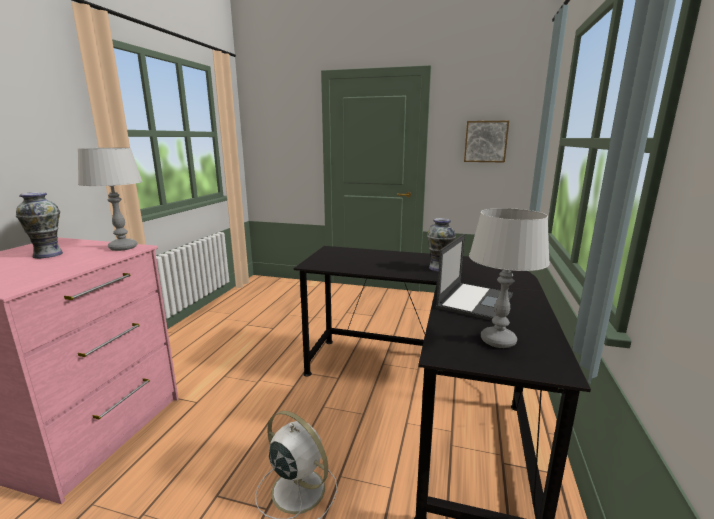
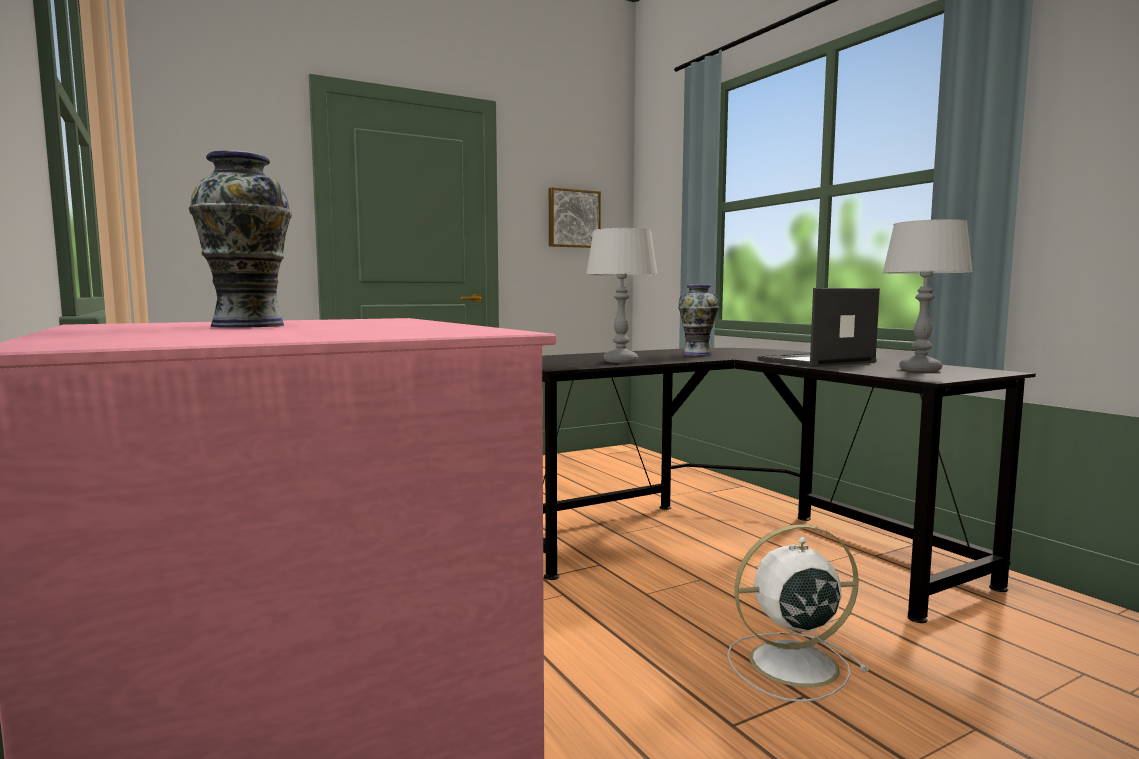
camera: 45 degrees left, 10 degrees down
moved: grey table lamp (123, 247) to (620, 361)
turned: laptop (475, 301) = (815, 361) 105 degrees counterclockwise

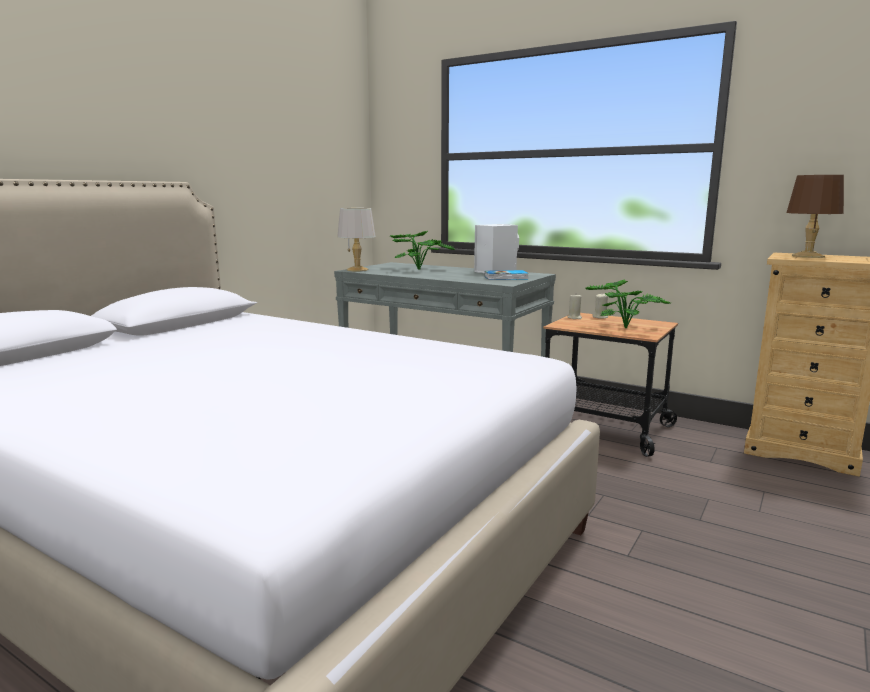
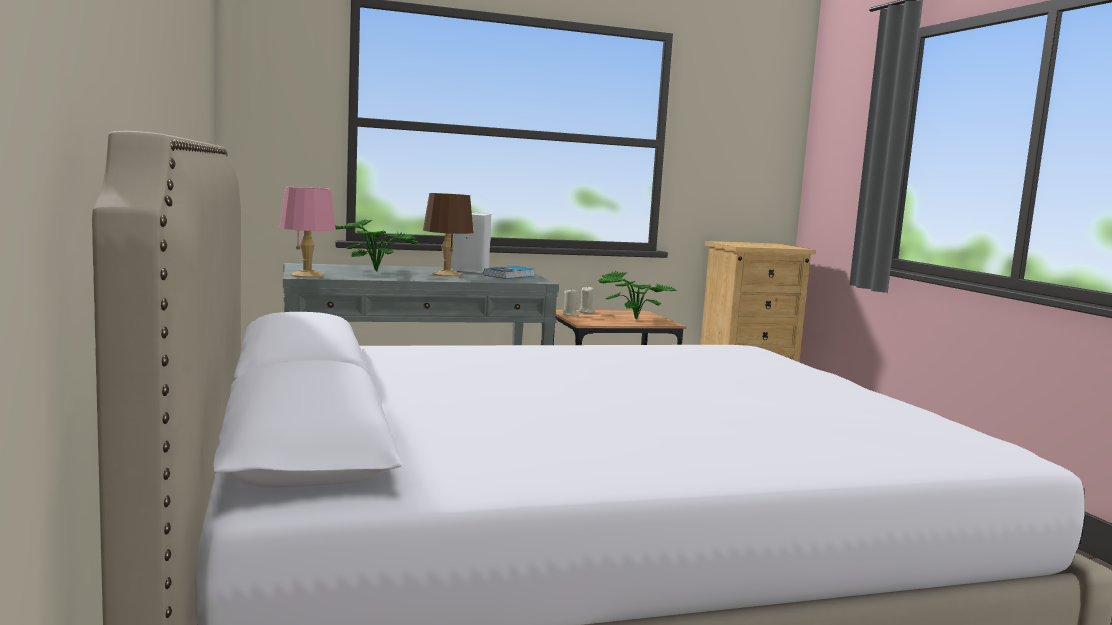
camera: 50 degrees left, 5 degrees down
moved: brown table lamp (808, 256) to (446, 274)
recoloured: grey table lamp (357, 270) to pink table lamp (308, 275)

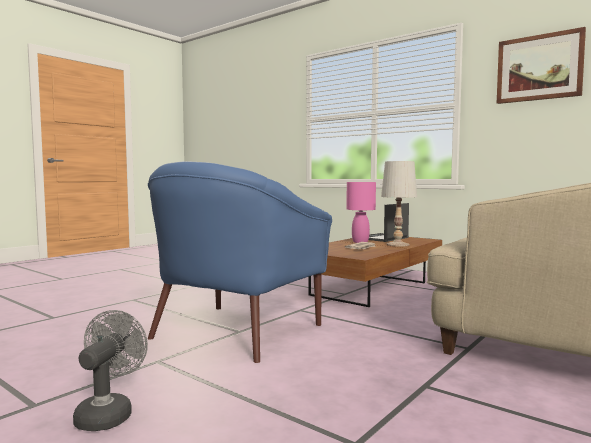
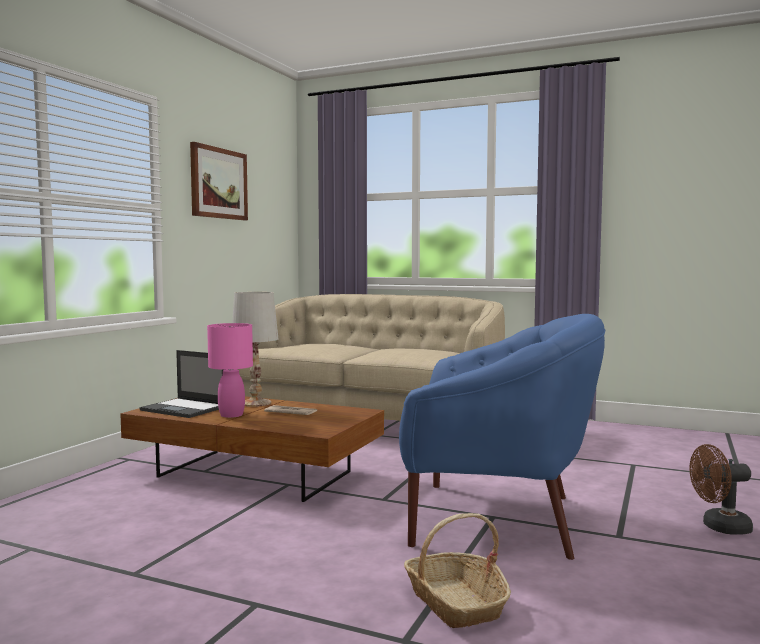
camera: 105 degrees left, 0 degrees up
added: basket (456, 603)
recoloured: grey fan (108, 413) to brown fan (719, 527)

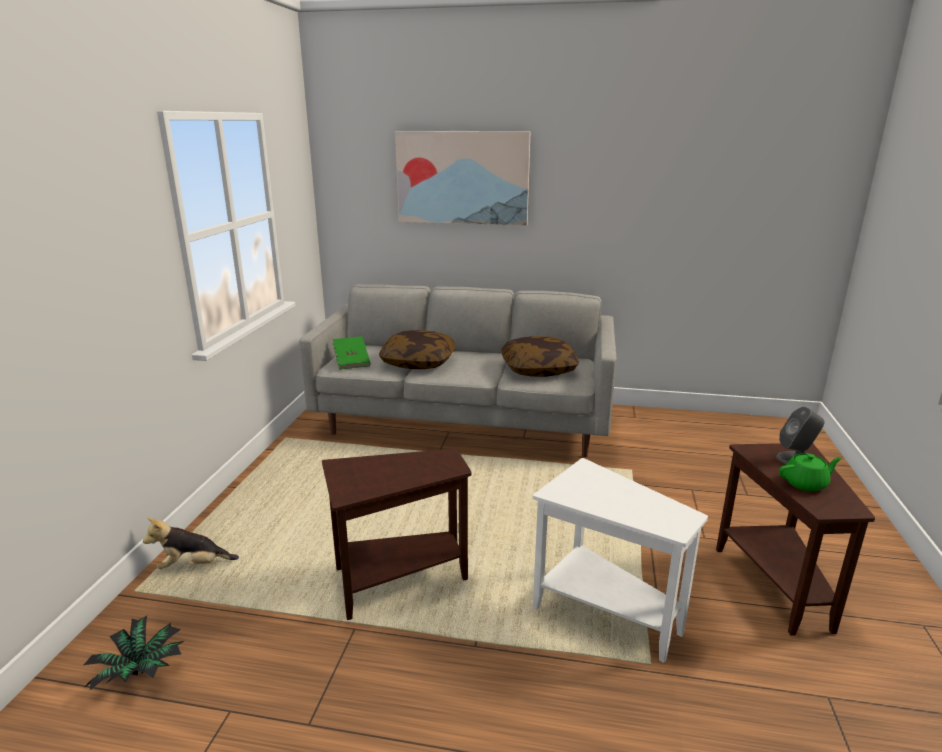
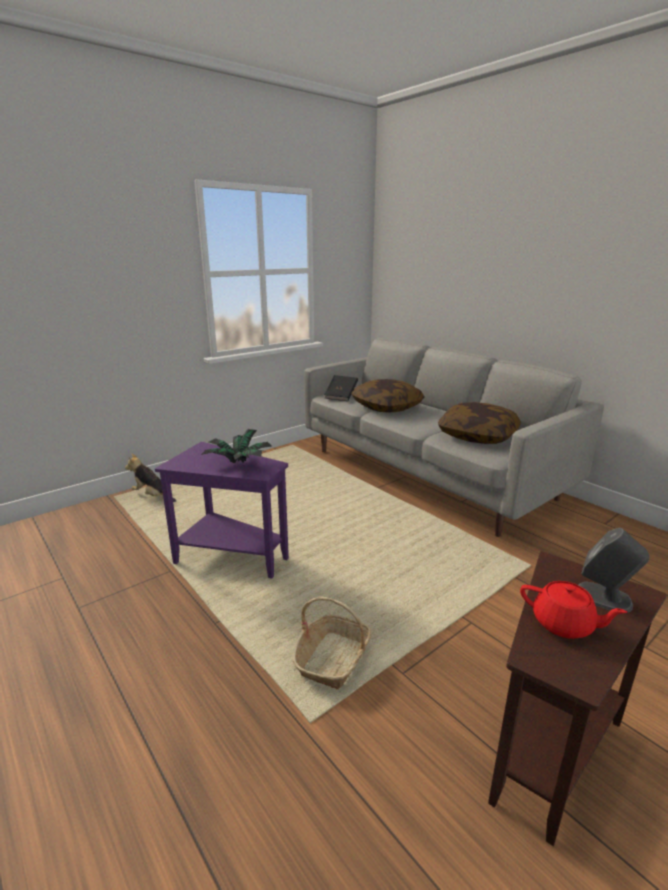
camera: 40 degrees right, 0 degrees up
removed: picture (462, 178)
moved: potted plant (140, 672) to (238, 464)
replaced: white side table (603, 612) to basket (333, 659)
recoloured: brown side table (395, 581) to purple side table (230, 556); green book (352, 362) to black book (341, 396); green teapot (805, 483) to red teapot (564, 624)

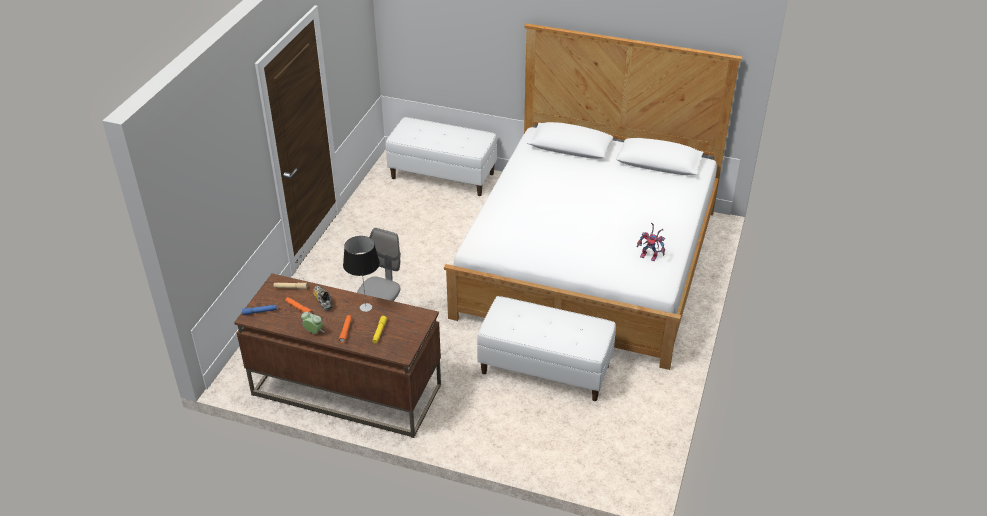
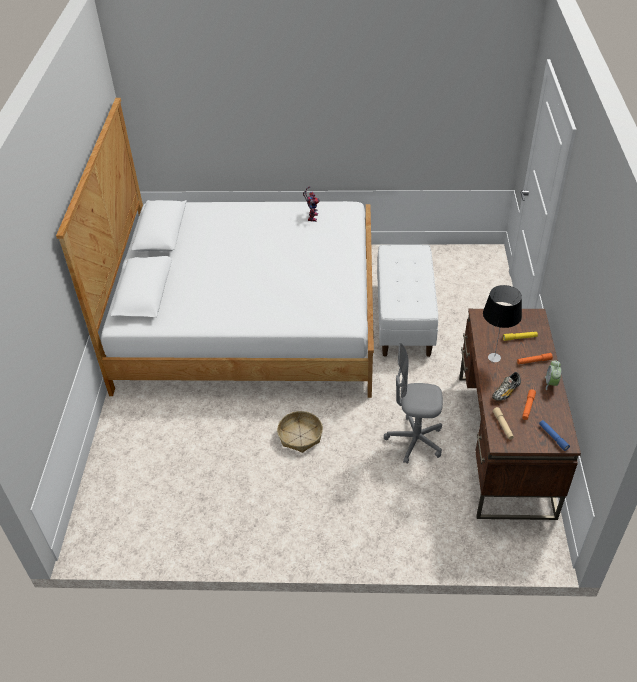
camera: 105 degrees left, 5 degrees up
removed: white bench (443, 175)
added: basket (300, 436)

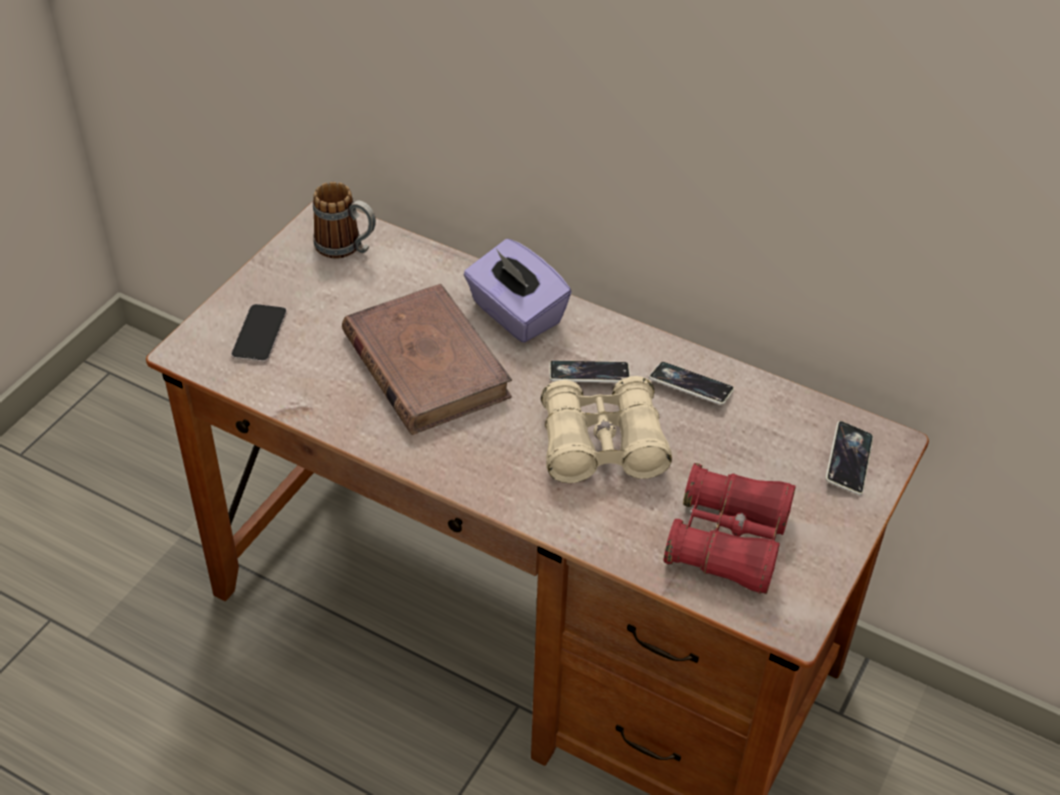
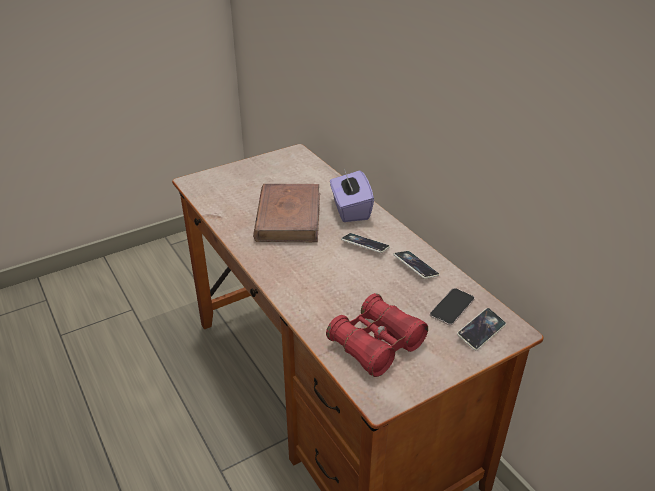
camera: 30 degrees right, 10 degrees down
removed: mug (346, 248); beige binoculars (602, 445)
moved: phone (259, 334) to (452, 307)

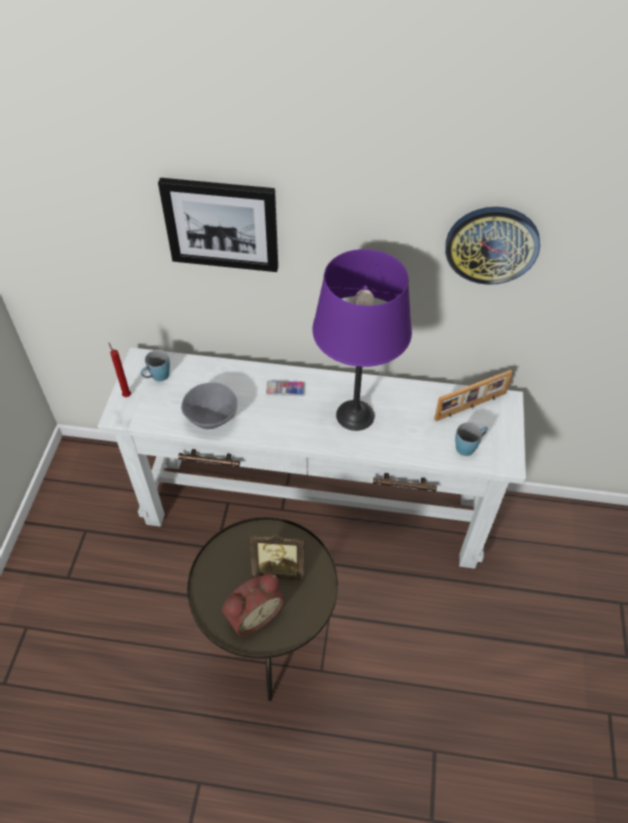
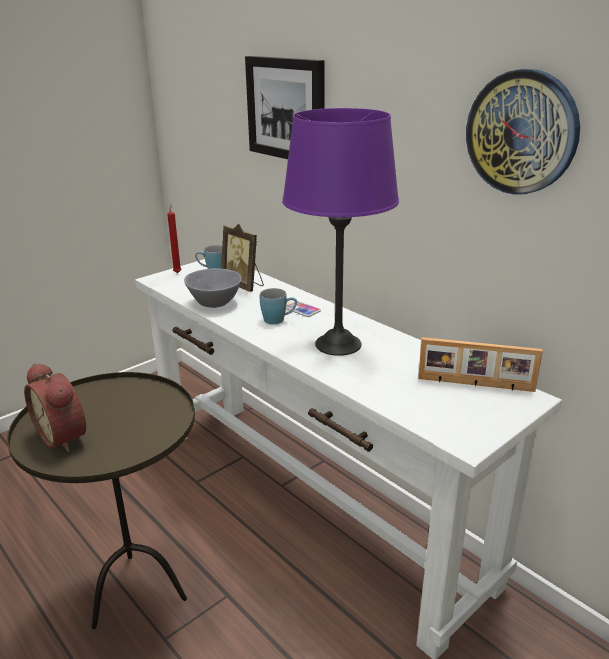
camera: 40 degrees right, 25 degrees down
moved: picture frame (279, 568) to (244, 285); blue mug (469, 446) to (279, 320)
turned: alarm clock (253, 614) = (65, 436) 45 degrees clockwise

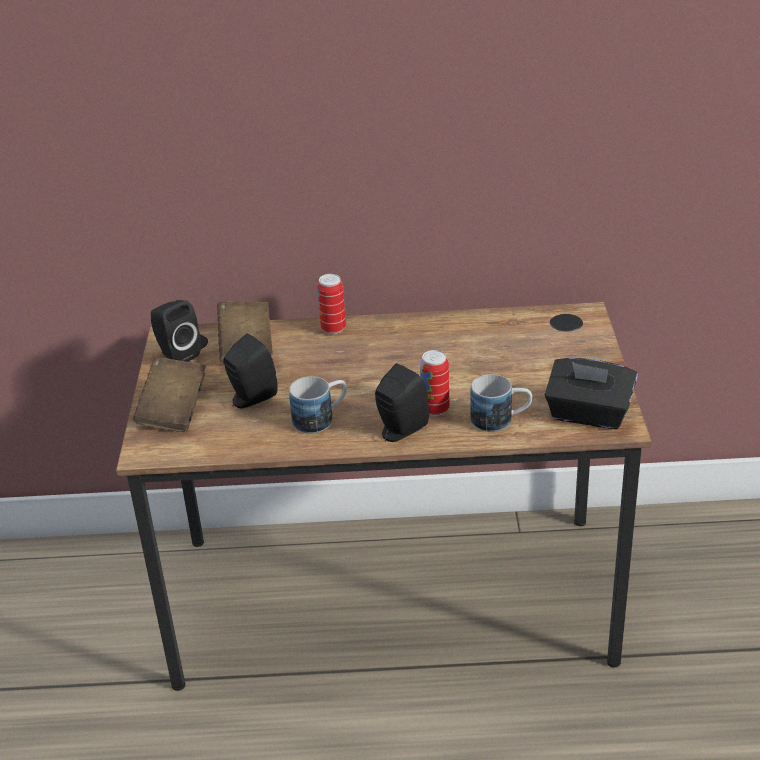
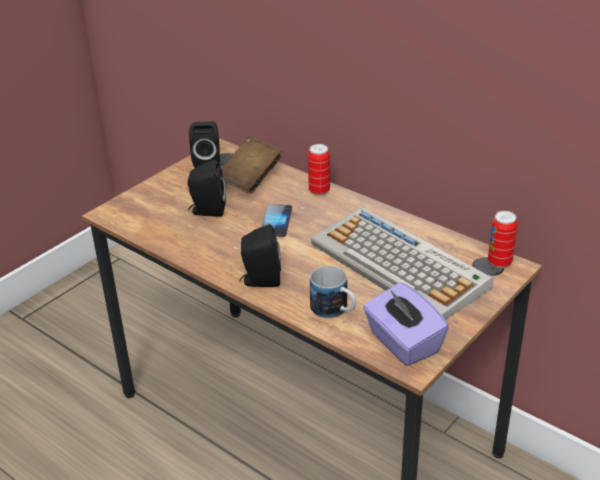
camera: 40 degrees right, 0 degrees up
removed: brown book (173, 411); mug (321, 419)
added: phone (276, 221); keyboard (401, 265)
moved: can (435, 409) to (499, 262)
recoloured: black tissue box (588, 414) to purple tissue box (402, 343)

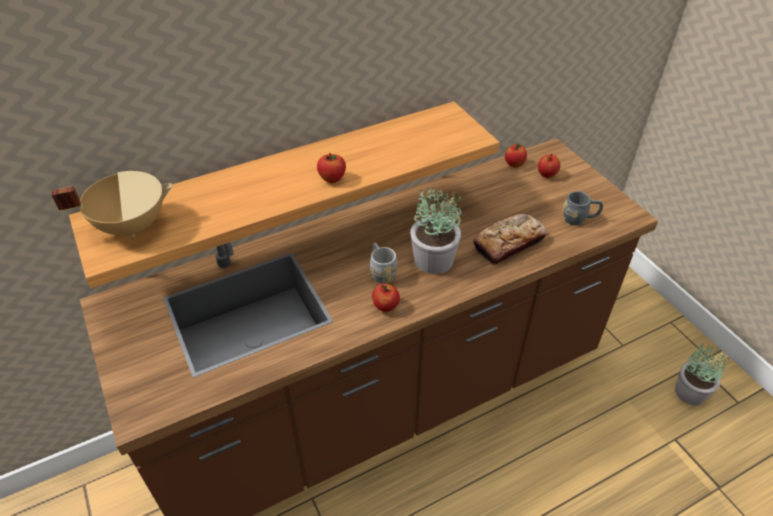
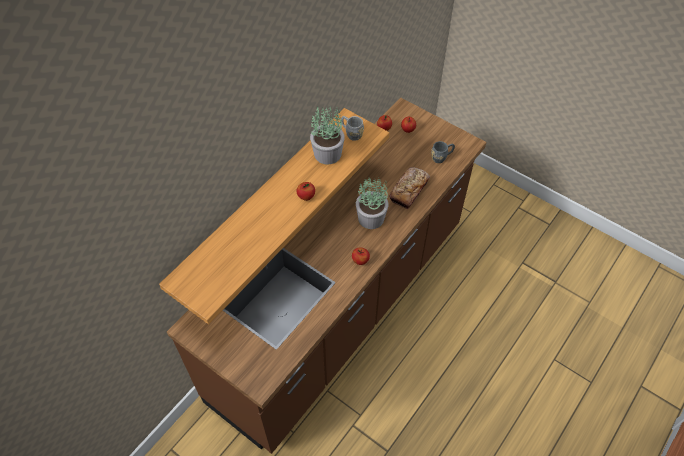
camera: 25 degrees left, 10 degrees up
removed: beige cooking pot (131, 225)
moved: grey mug (381, 272) to (351, 133); potted plant (690, 392) to (328, 153)

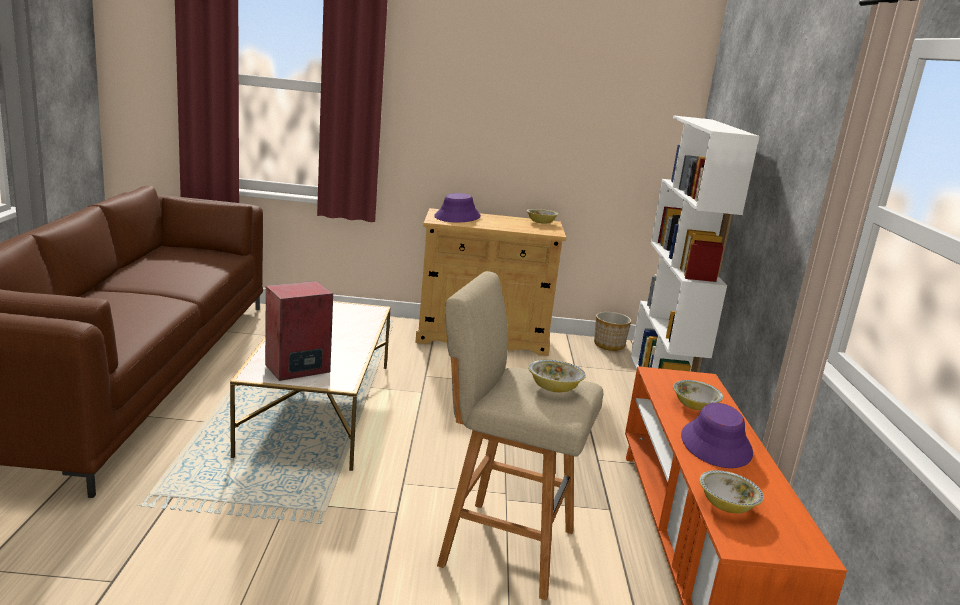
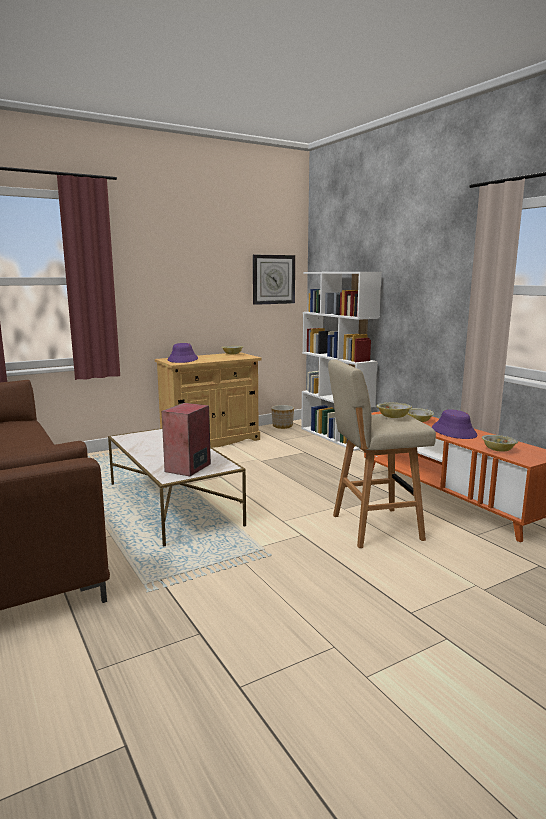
camera: 30 degrees left, 5 degrees down
added: wall clock (273, 279)

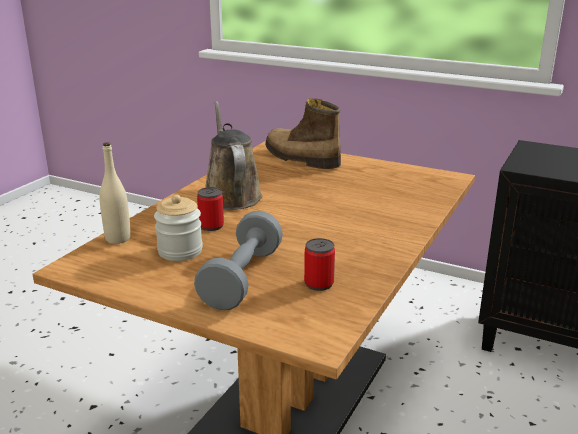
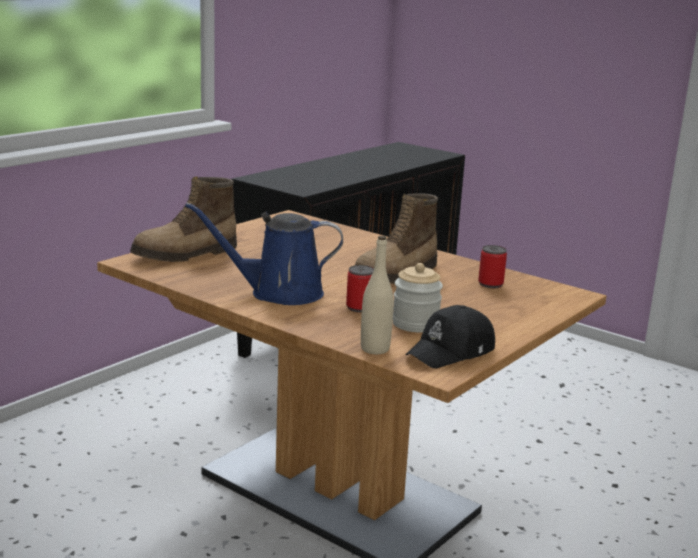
camera: 80 degrees left, 5 degrees down
removed: grey dumbbell (242, 278)
added: boot (397, 275); black cap (452, 352)
recoloured: brown watering can (231, 195) to blue watering can (279, 293)

